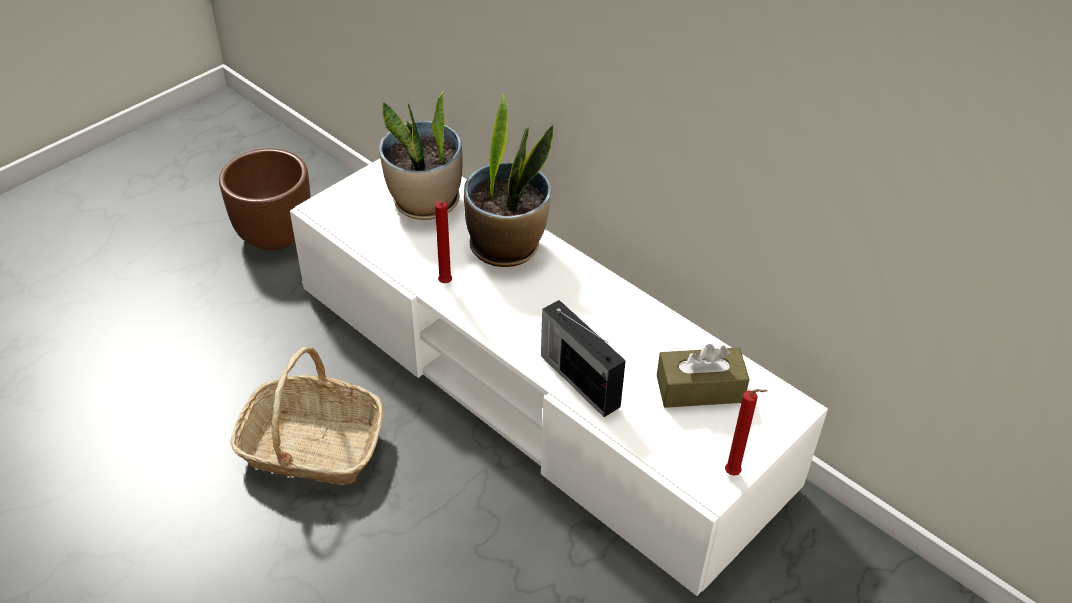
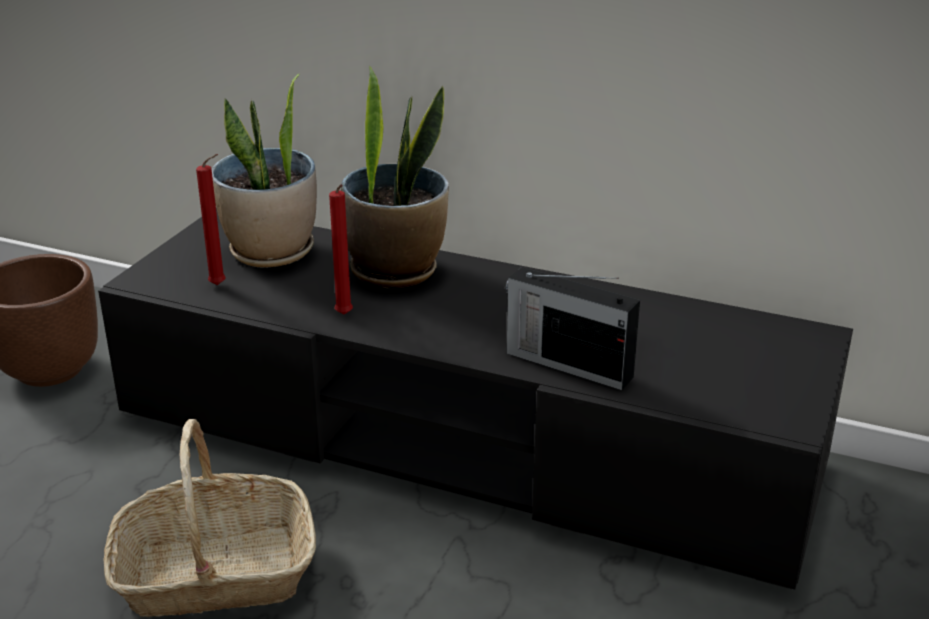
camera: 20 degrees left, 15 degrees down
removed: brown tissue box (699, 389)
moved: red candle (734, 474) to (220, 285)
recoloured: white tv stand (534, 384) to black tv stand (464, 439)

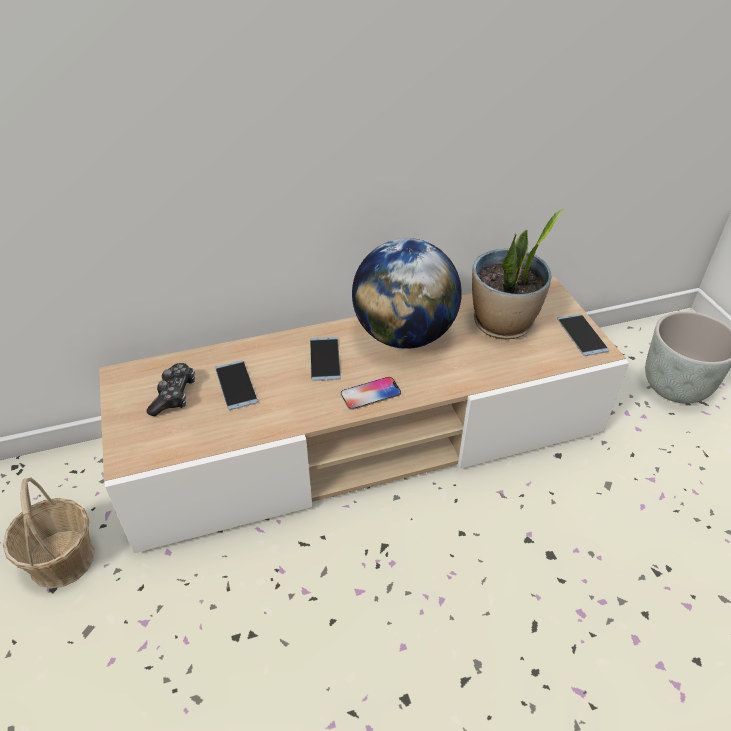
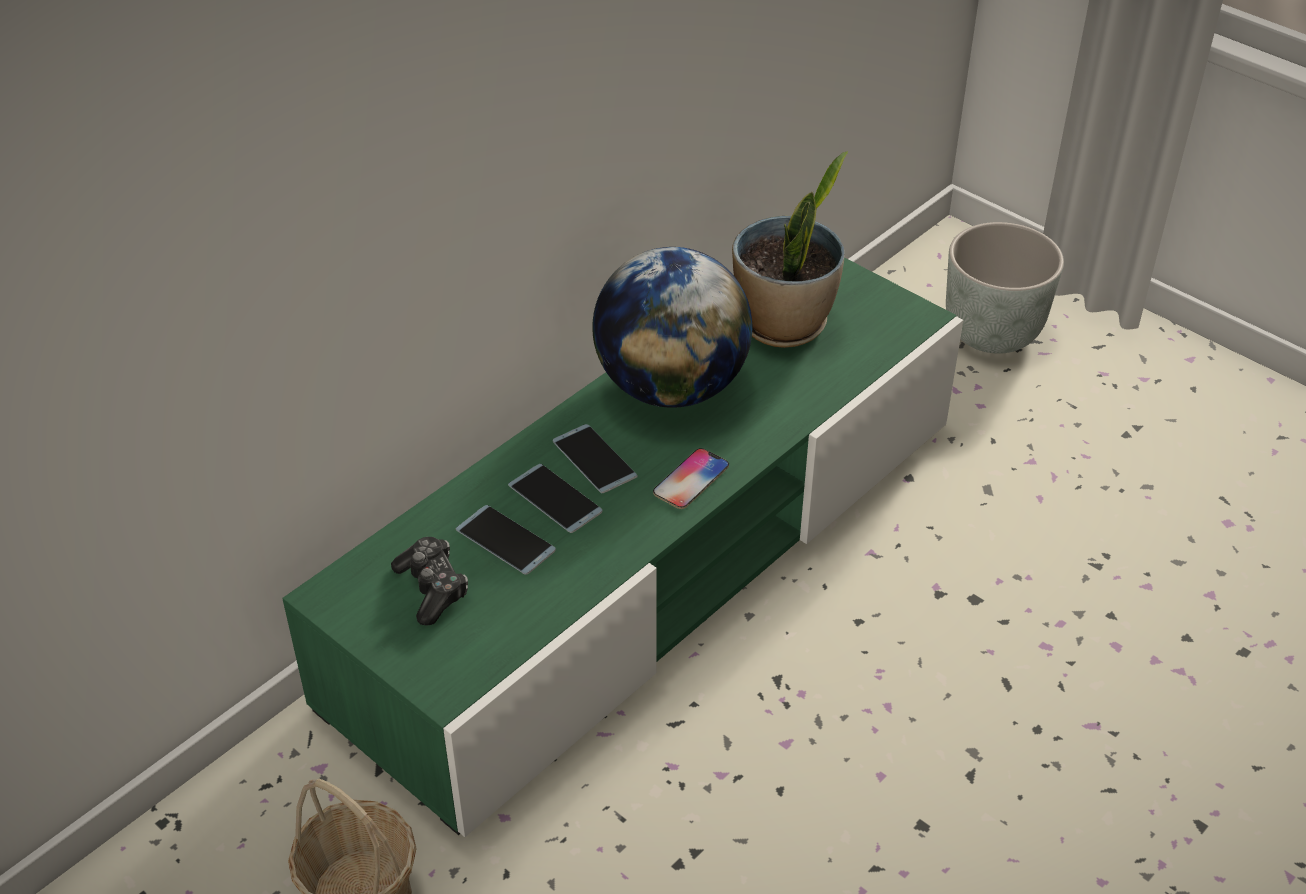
camera: 30 degrees left, 0 degrees up
moved: phone (582, 335) to (555, 499)
recoloured: beige tv stand (365, 438) to green tv stand (653, 559)

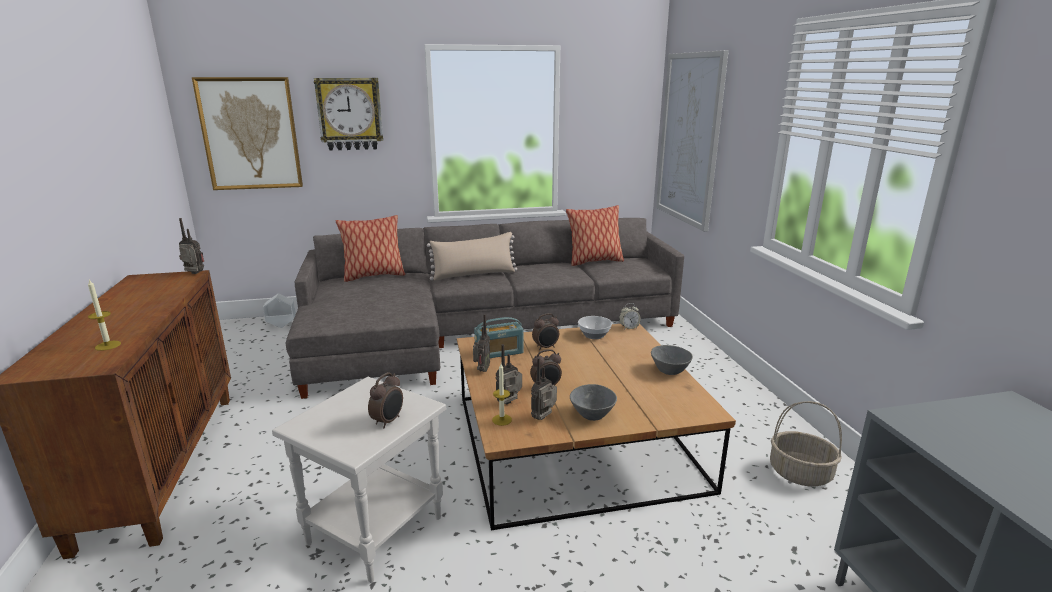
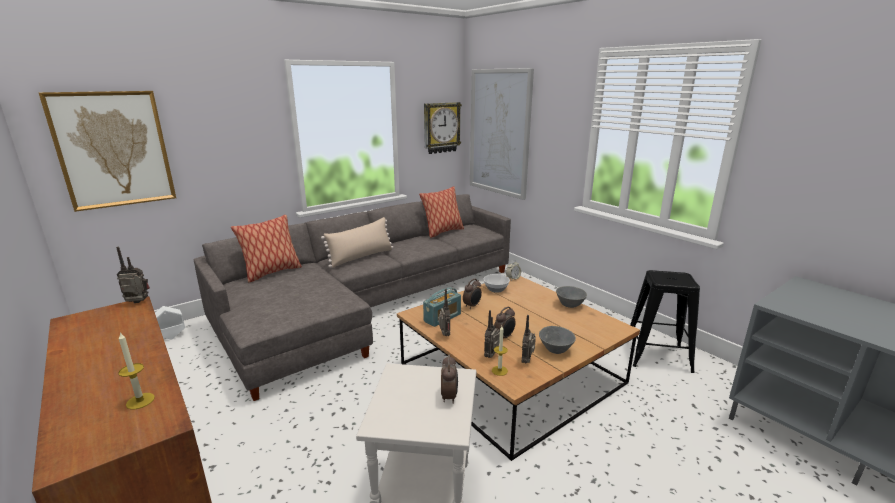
camera: 25 degrees left, 0 degrees up
moved: wall clock (350, 114) to (441, 127)
replaced: basket (799, 473) to black stool (657, 355)

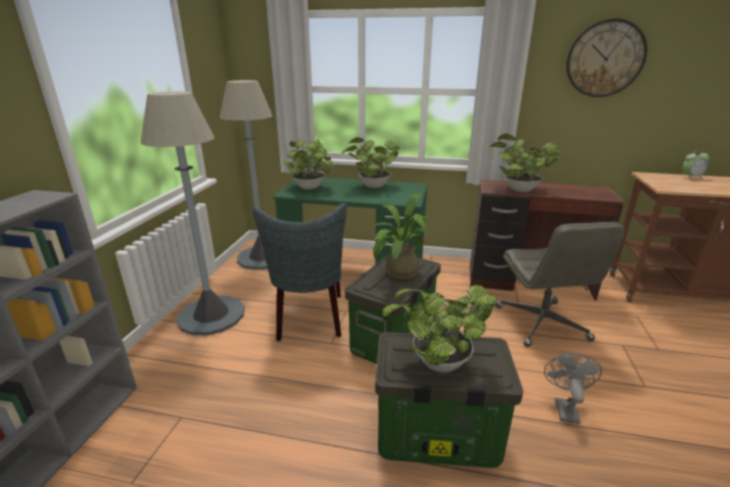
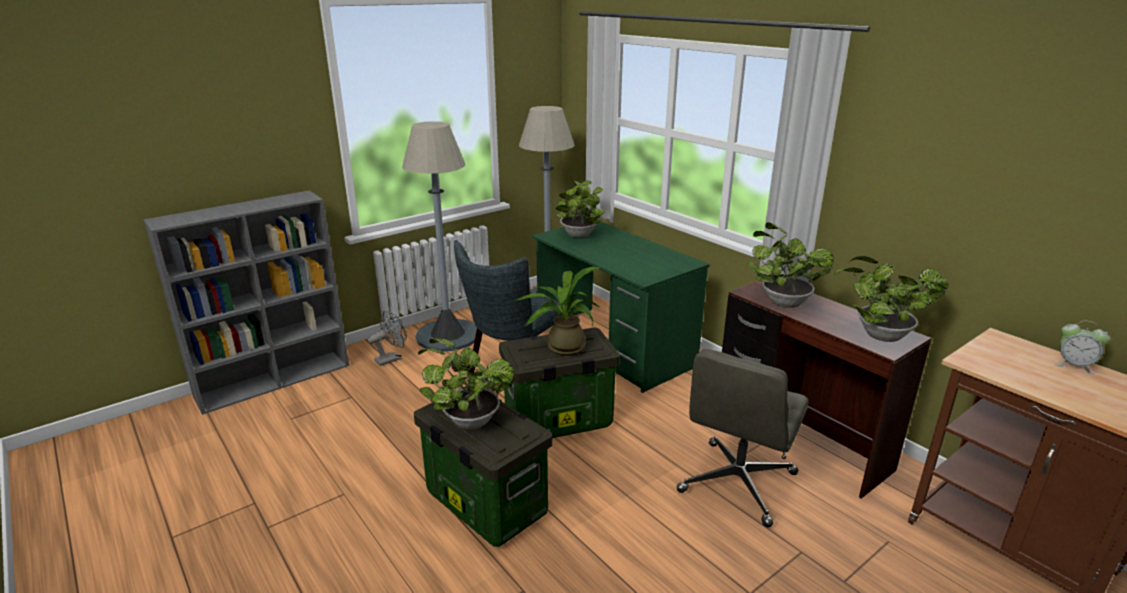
camera: 40 degrees right, 0 degrees up
removed: wall clock (605, 59)
moved: potted plant (372, 186) to (878, 335); grey fan (564, 407) to (392, 358)

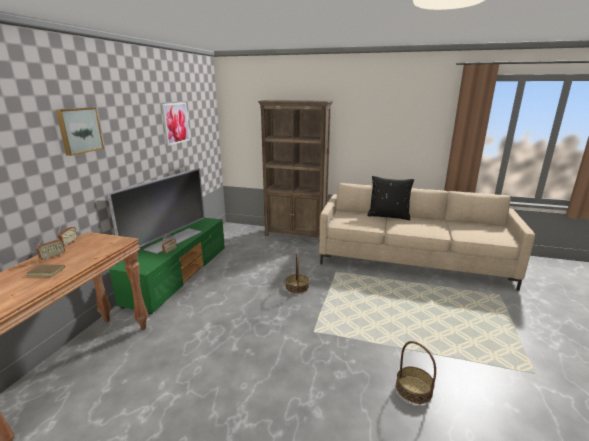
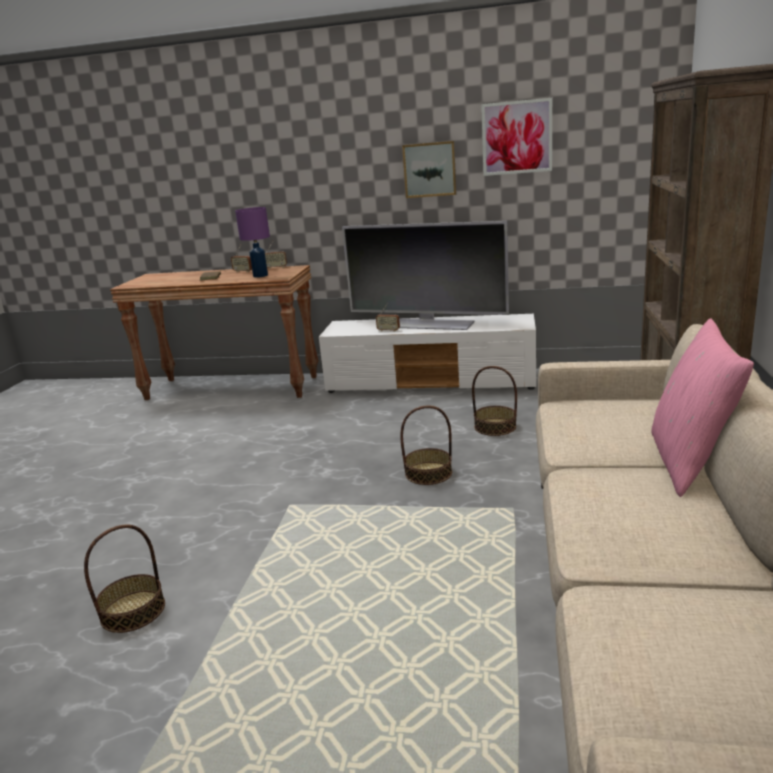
camera: 85 degrees right, 0 degrees up
added: purple table lamp (260, 276); basket (495, 427)
moved: picture (79, 130) to (430, 169)
recoloured: green tv stand (179, 274) to white tv stand (432, 382); black pillow (388, 216) to pink pillow (689, 462)

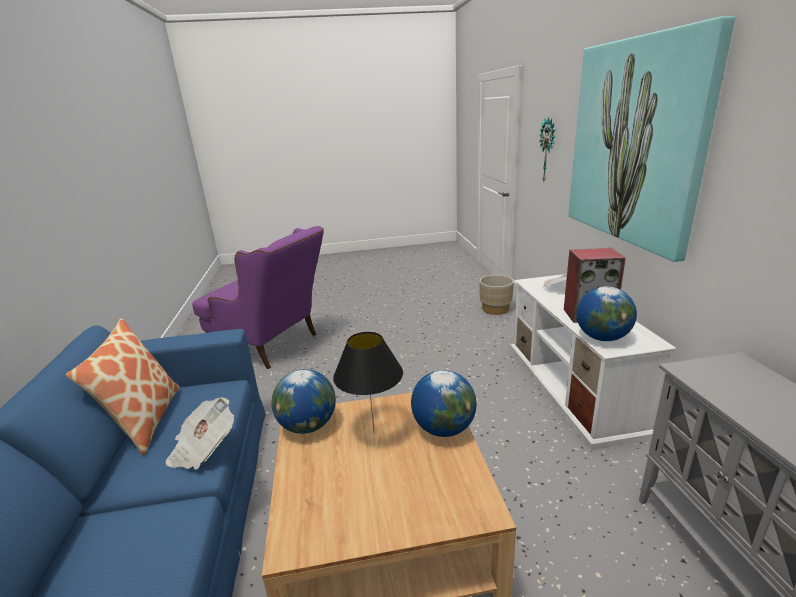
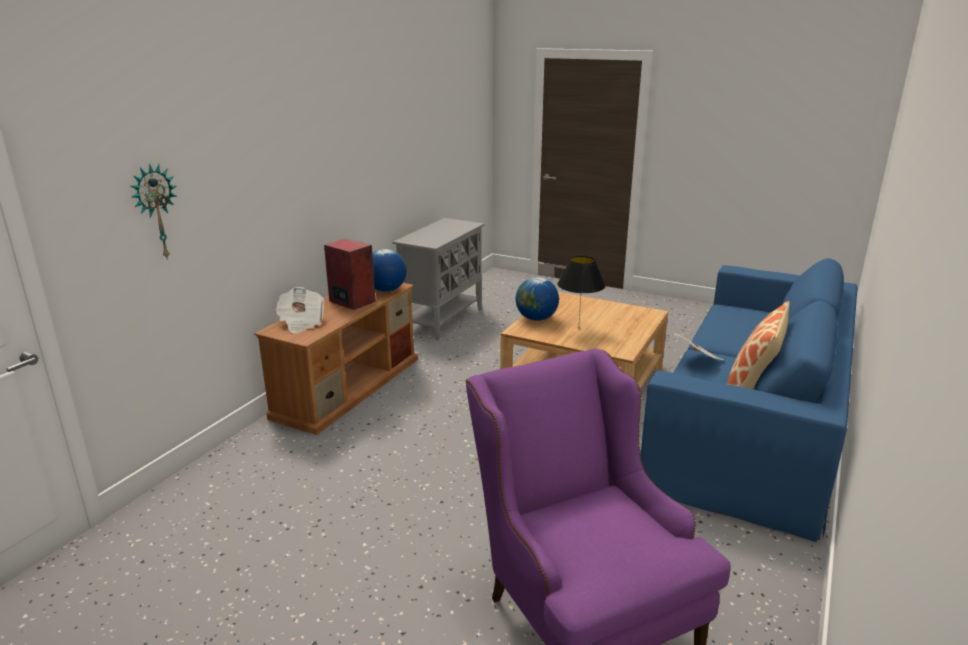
camera: 145 degrees left, 0 degrees up
removed: globe (308, 426); beige planter (495, 309); picture (635, 143)
recoloured: white tv stand (572, 387) to brown tv stand (348, 386)

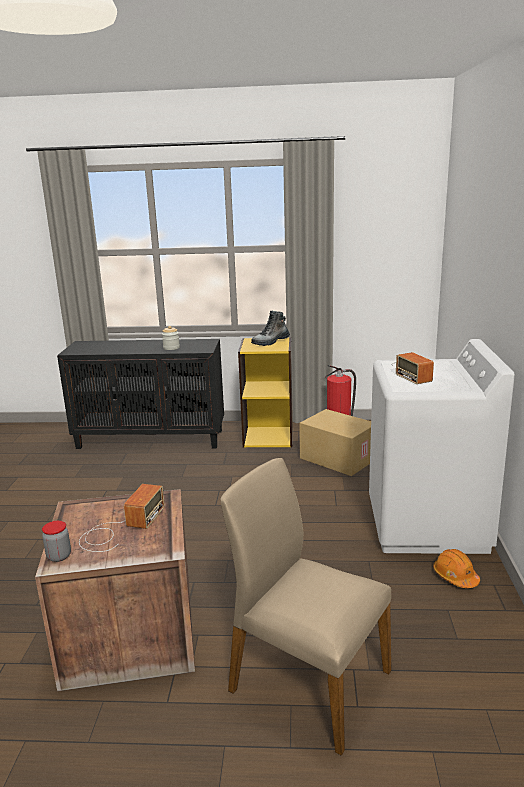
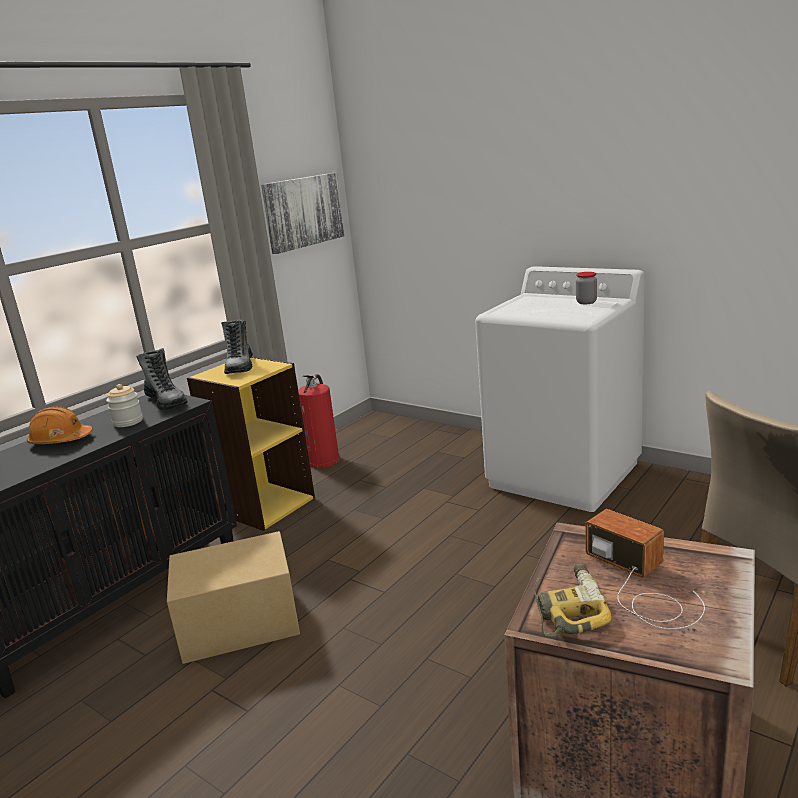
camera: 55 degrees left, 0 degrees up
removed: radio (413, 371)
added: boot (166, 401); picture (303, 212); power drill (567, 608)
moved: jar (59, 556) to (586, 302); cardboard box (336, 459) to (239, 625); orange hard hat (455, 576) to (61, 440)

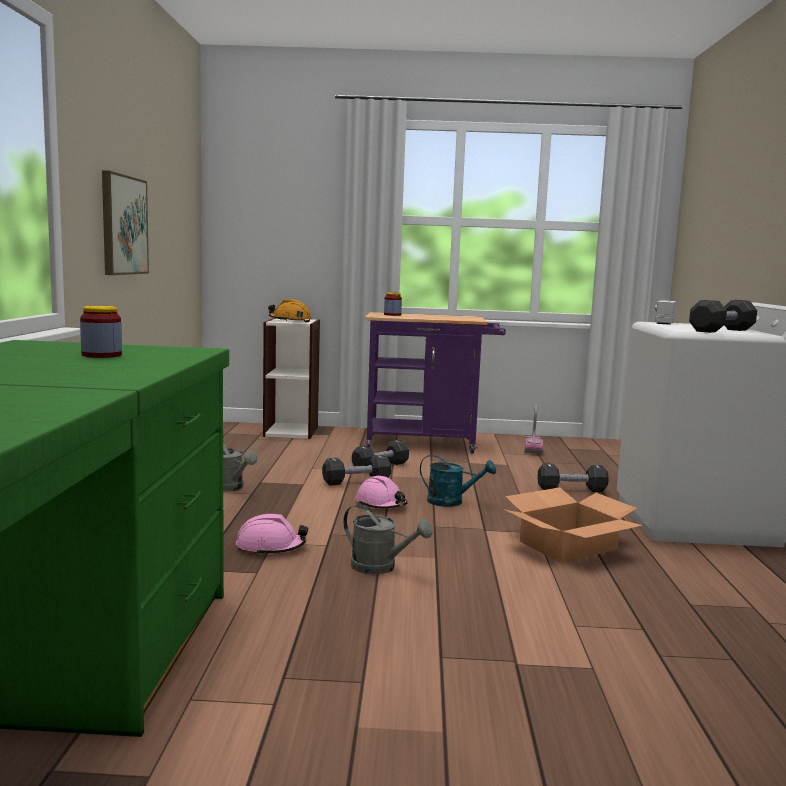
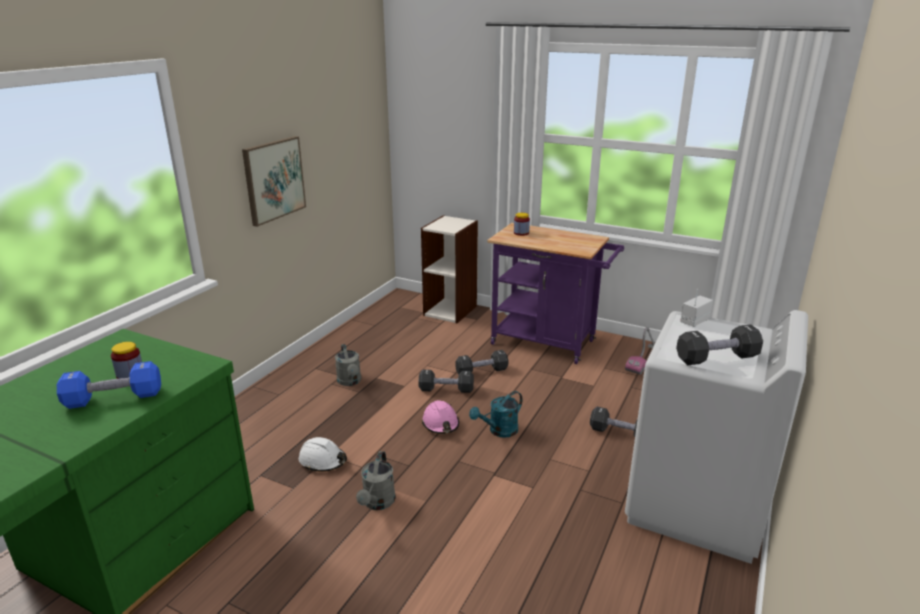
camera: 25 degrees right, 15 degrees up
removed: orange hard hat (290, 321); cardboard box (568, 545)
added: blue dumbbell (114, 398)
recoloured: pink hard hat (270, 547) to white hard hat (323, 461)
turned: grey watering can (381, 567) = (377, 503) 45 degrees clockwise; turquoise watering can (452, 502) = (499, 431) 105 degrees clockwise

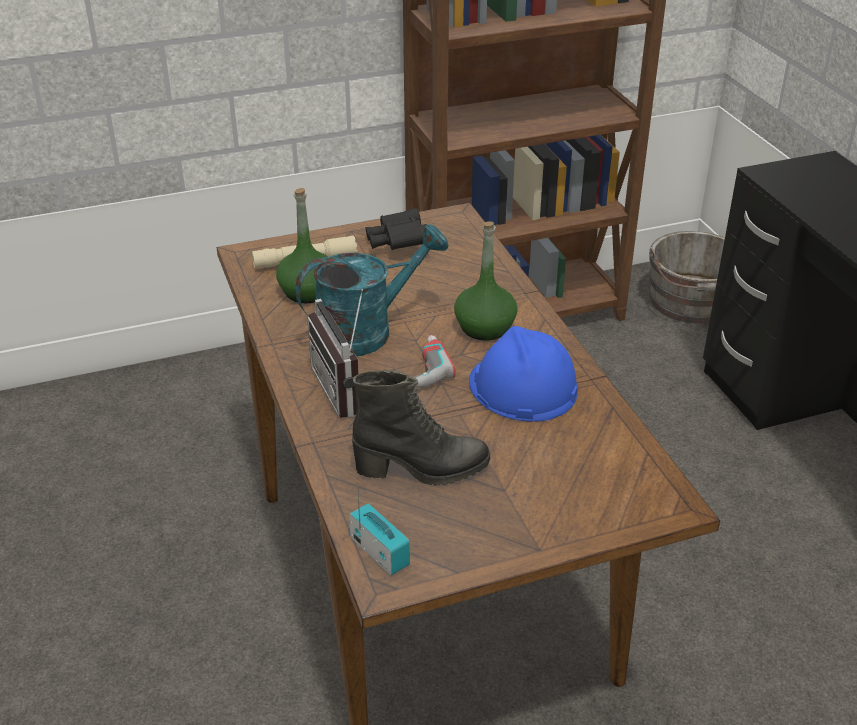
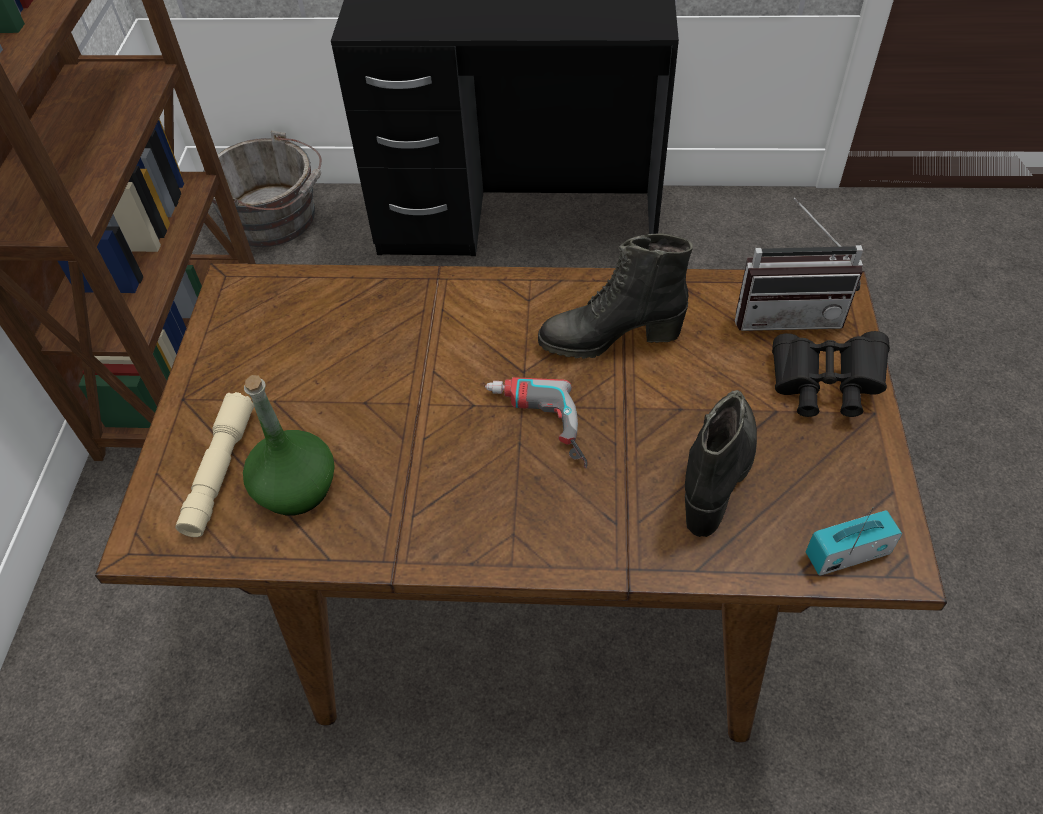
camera: 65 degrees left, 15 degrees up
removed: turquoise watering can (366, 330); green bottle (484, 327)
moved: radio (346, 389) to (787, 313); black binoculars (398, 244) to (823, 387)
replaced: blue hard hat (522, 386) to black boot (610, 338)

